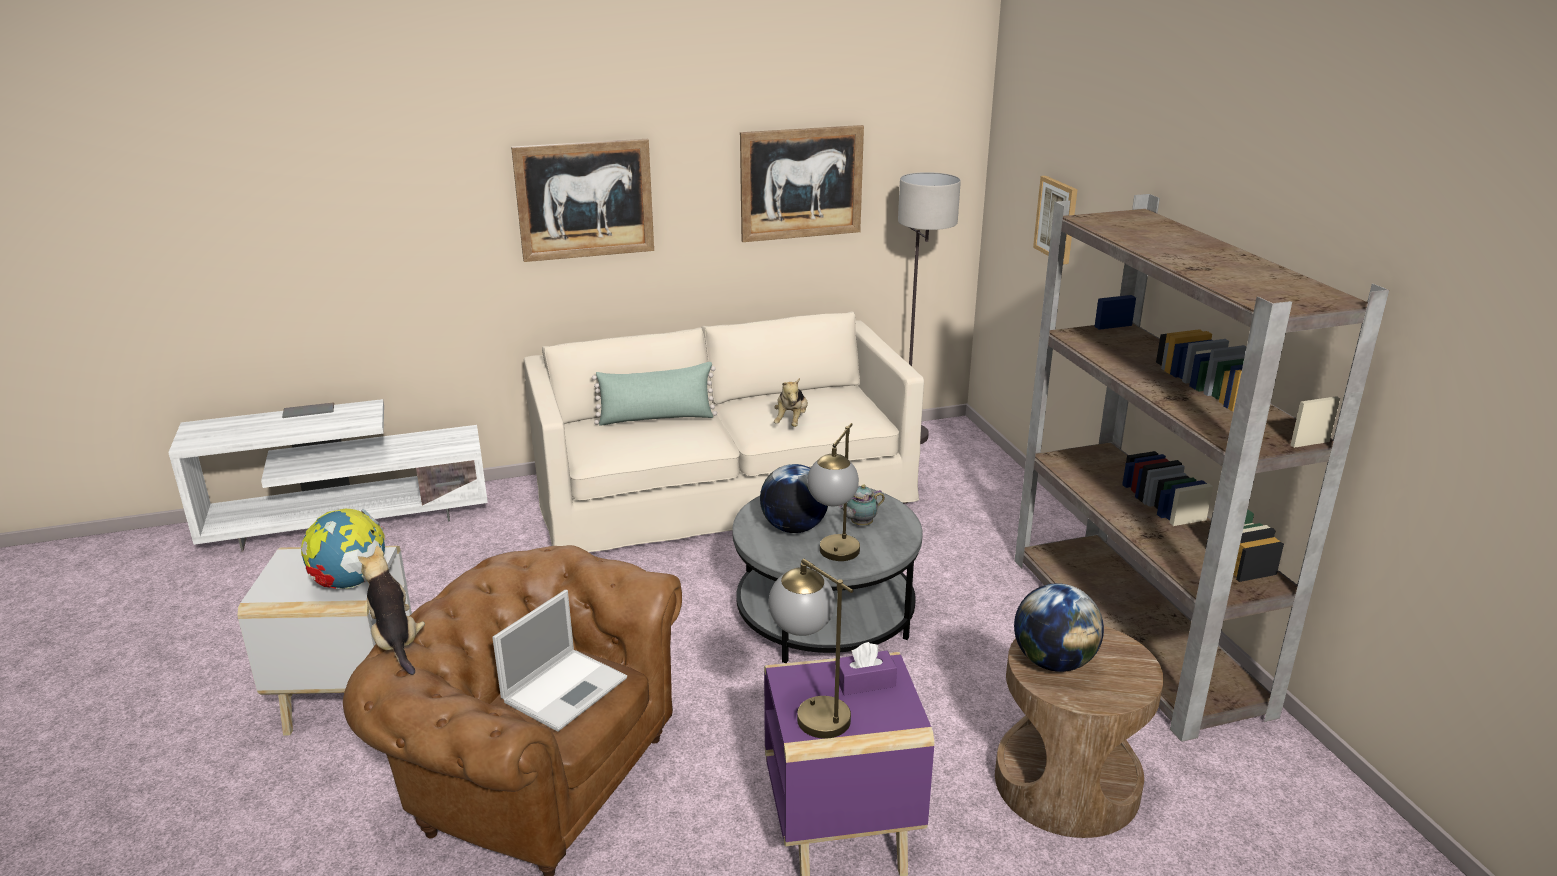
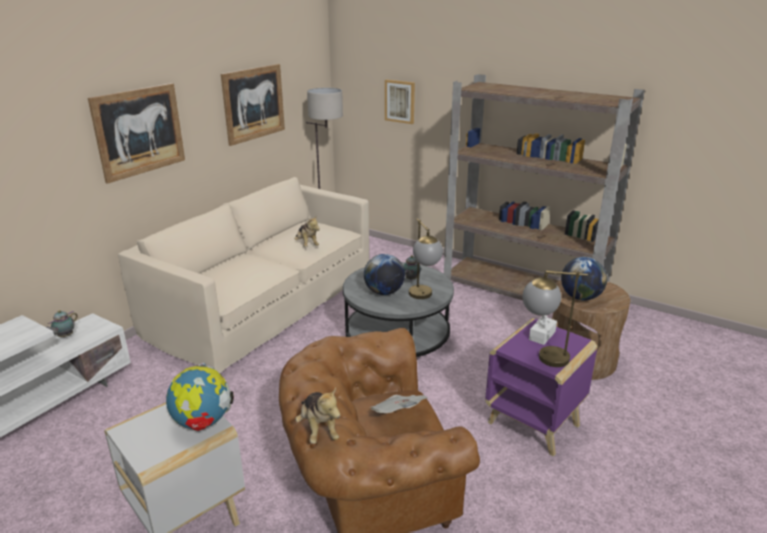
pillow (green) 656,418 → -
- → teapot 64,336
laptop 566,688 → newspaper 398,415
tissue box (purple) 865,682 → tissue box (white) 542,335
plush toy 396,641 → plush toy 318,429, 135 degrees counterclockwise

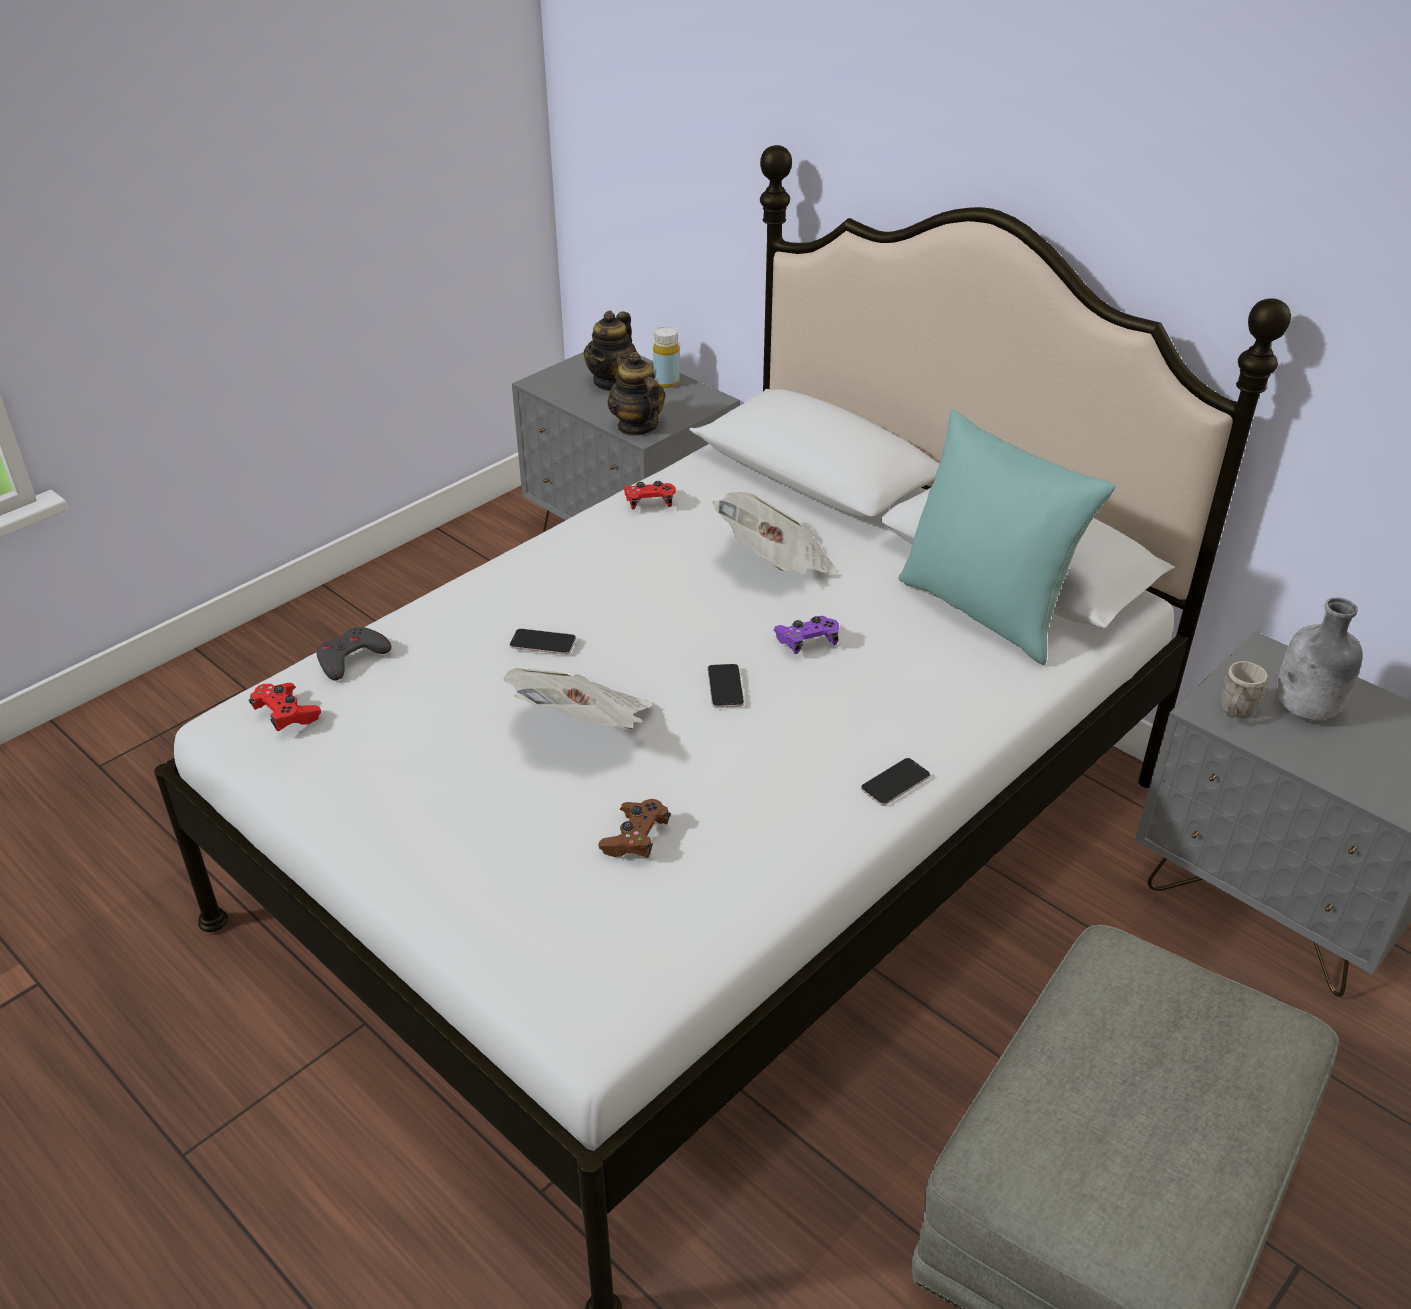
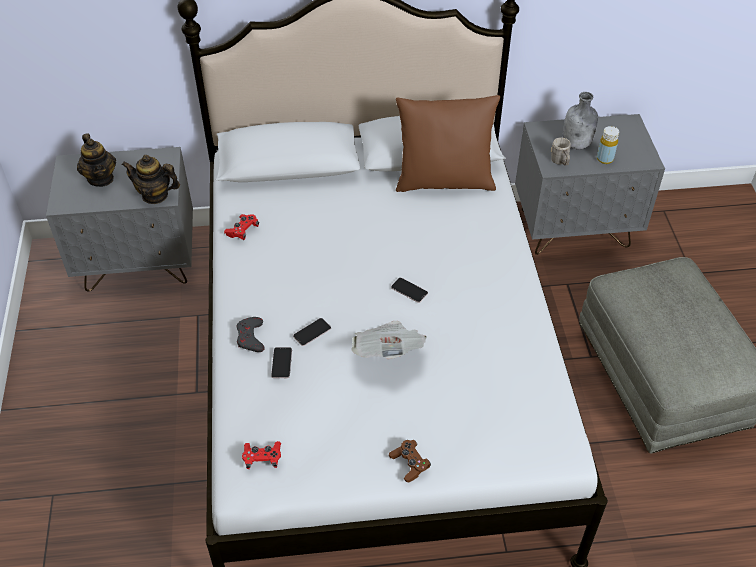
newspaper 776,563 → -
game controller (purple) 807,642 → -
game controller (grey) 351,658 → game controller (grey) 250,337, relocated
game controller (brown) 635,838 → game controller (brown) 409,464, relocated
bottle (yellow) 666,382 → bottle (yellow) 604,159, relocated
phone 895,782 → phone 281,363, relocated
pillow (turquoise) 985,610 → pillow (brown) 444,181

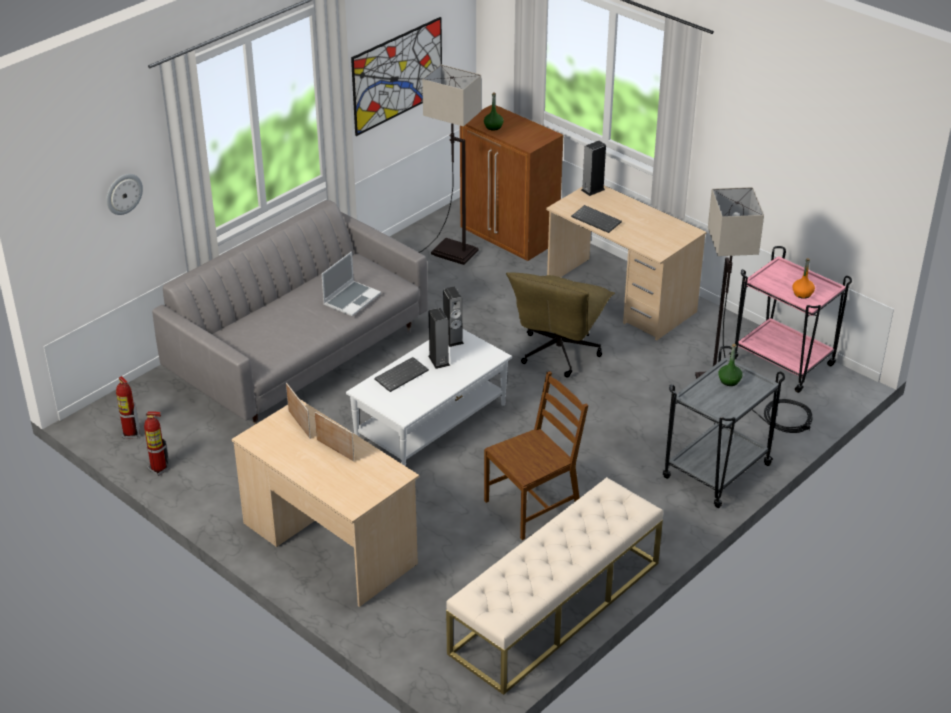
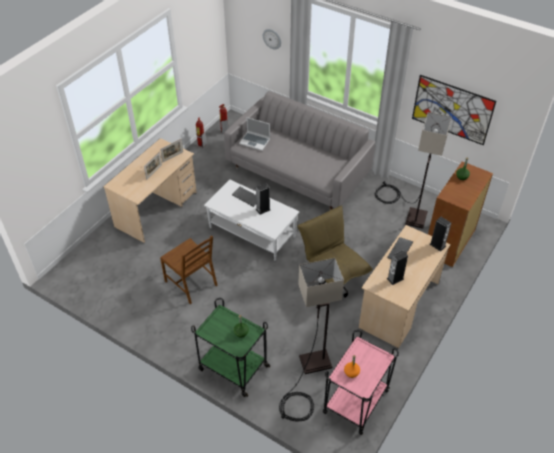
bench (beige) 555,607 → -
laptop 352,299 → laptop 255,141, relocated
speaker 453,339 → speaker 395,278, relocated
cart (grey) 715,472 → cart (green) 233,367
office chair (beige) 559,351 → office chair (beige) 332,279, 45 degrees clockwise

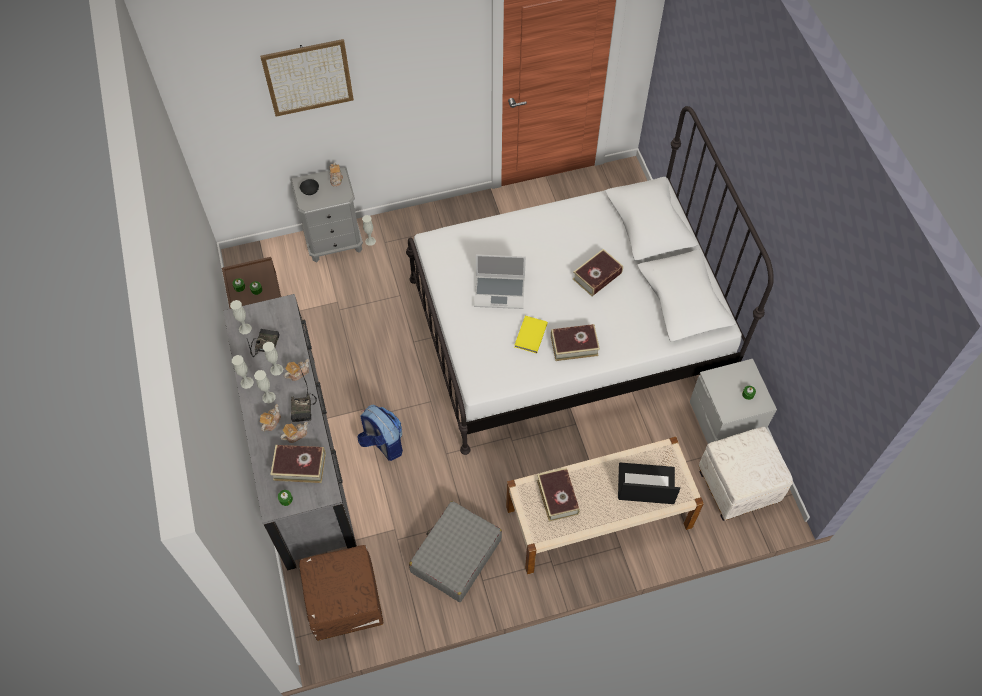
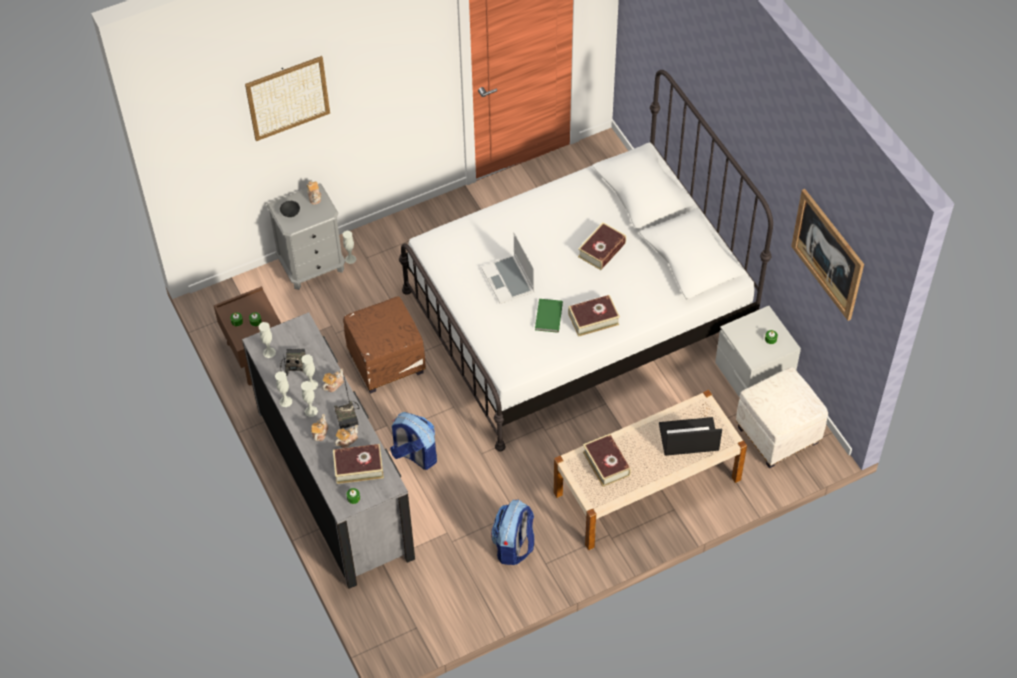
- → picture 828,254
ottoman (brown) 346,603 → ottoman (brown) 387,362, relocated
suitcase (grey) 455,556 → backpack 514,546
book (yellow) 529,335 → book (green) 547,317
laptop 500,292 → laptop 509,280, 75 degrees clockwise

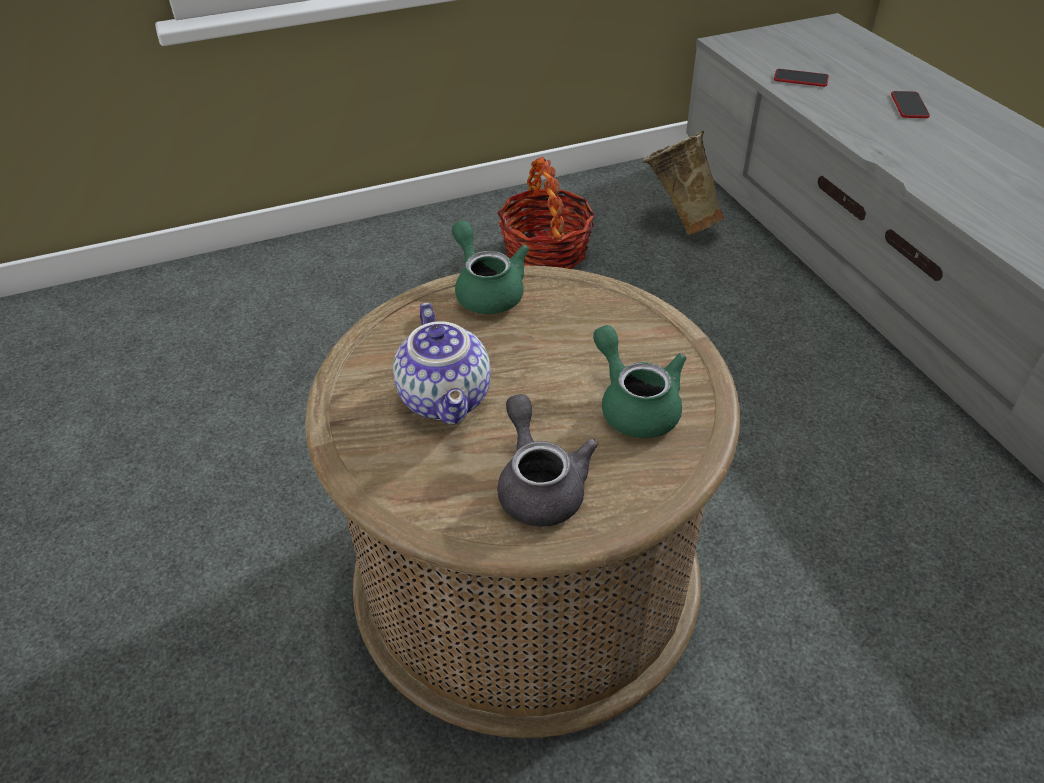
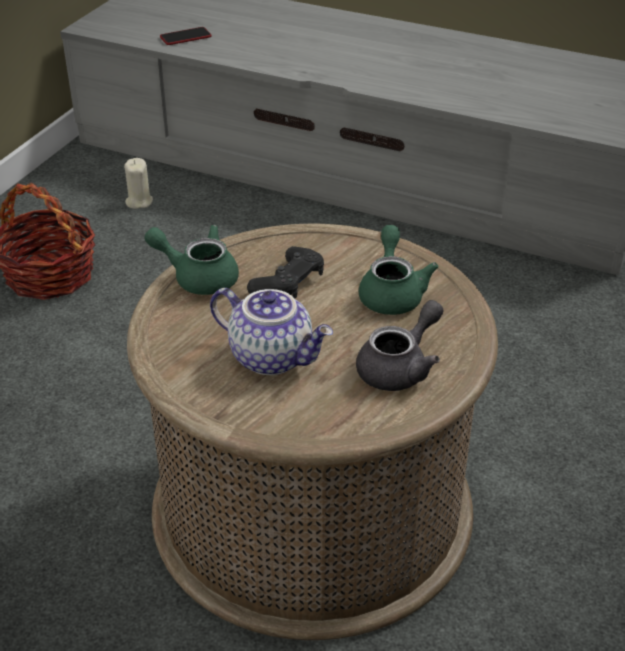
phone 909,106 → -
- → game controller (black) 288,283
vase (beige) 678,224 → candle (beige) 139,201
teapot (grey) 539,485 → teapot (grey) 400,368, 105 degrees clockwise
teapot (green) 635,405 → teapot (green) 392,292, 75 degrees clockwise

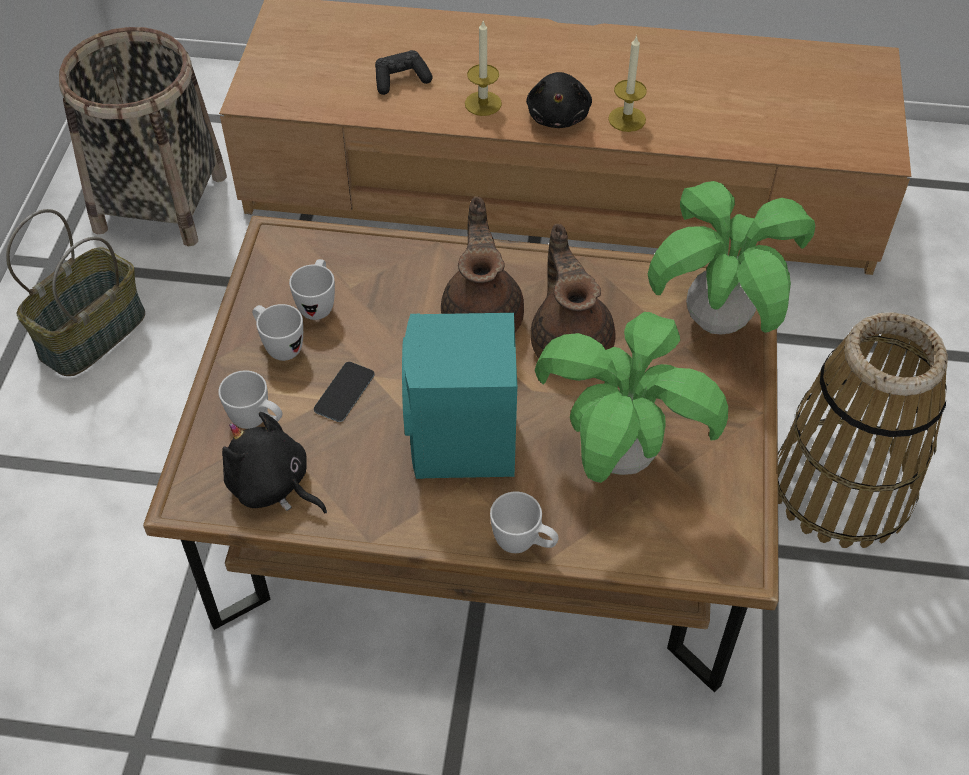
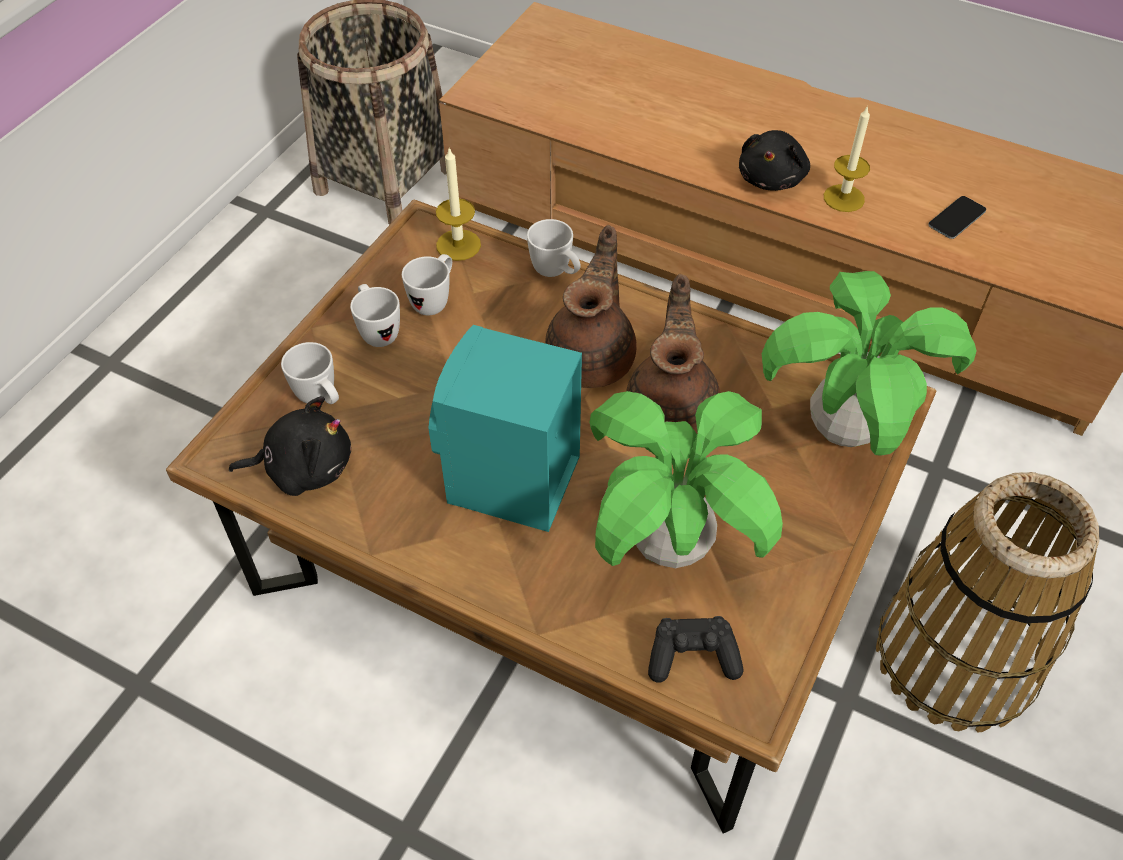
basket 92,333 → -
phone 344,392 → phone 957,218, relocated
game controller (black) 401,80 → game controller (black) 692,657, relocated
candle 483,103 → candle 458,245, relocated
mug (white) 524,544 → mug (white) 556,273, relocated
plush toy (black) 272,486 → plush toy (black) 304,468, 120 degrees clockwise

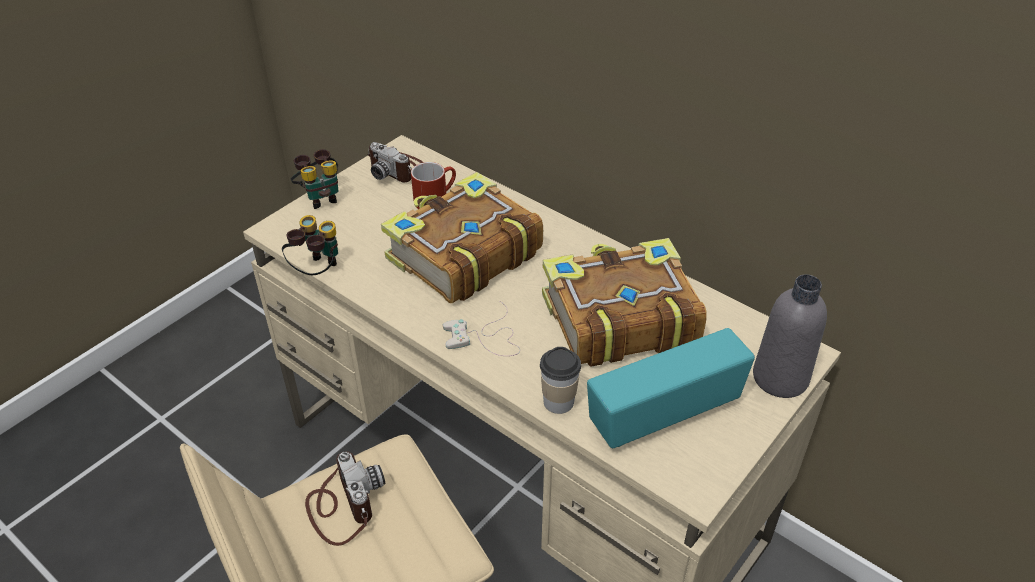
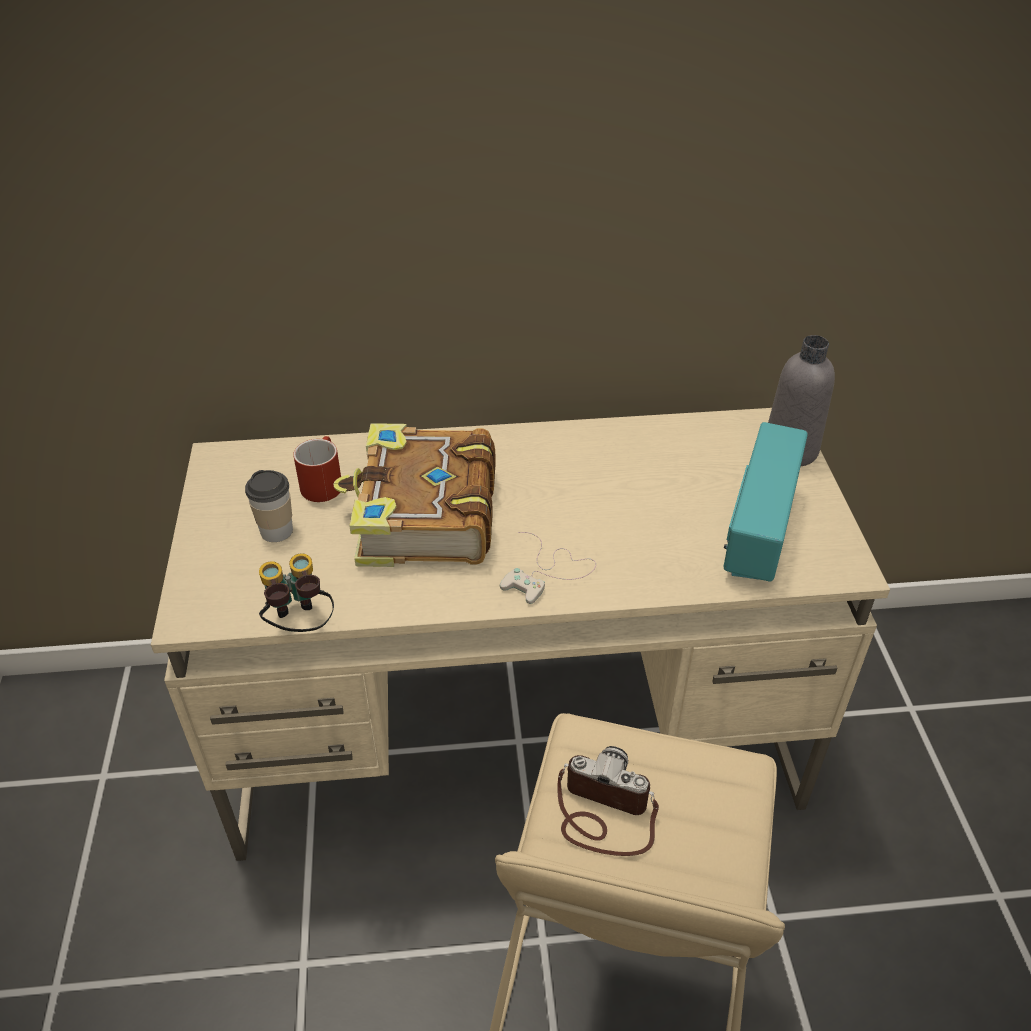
binoculars 321,197 → -
photo camera 397,169 → -
book 617,318 → -
cup 558,402 → cup 276,531, relocated

